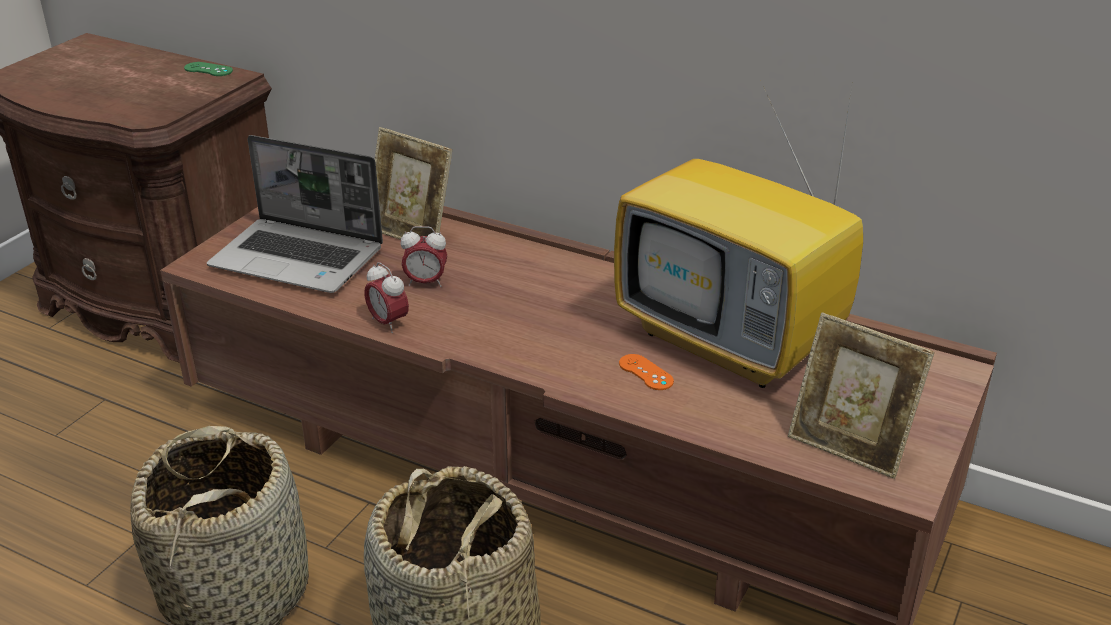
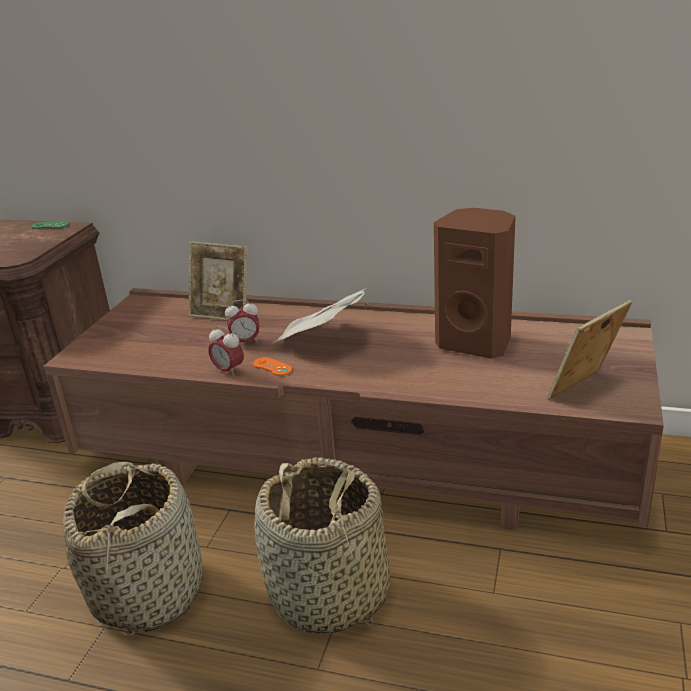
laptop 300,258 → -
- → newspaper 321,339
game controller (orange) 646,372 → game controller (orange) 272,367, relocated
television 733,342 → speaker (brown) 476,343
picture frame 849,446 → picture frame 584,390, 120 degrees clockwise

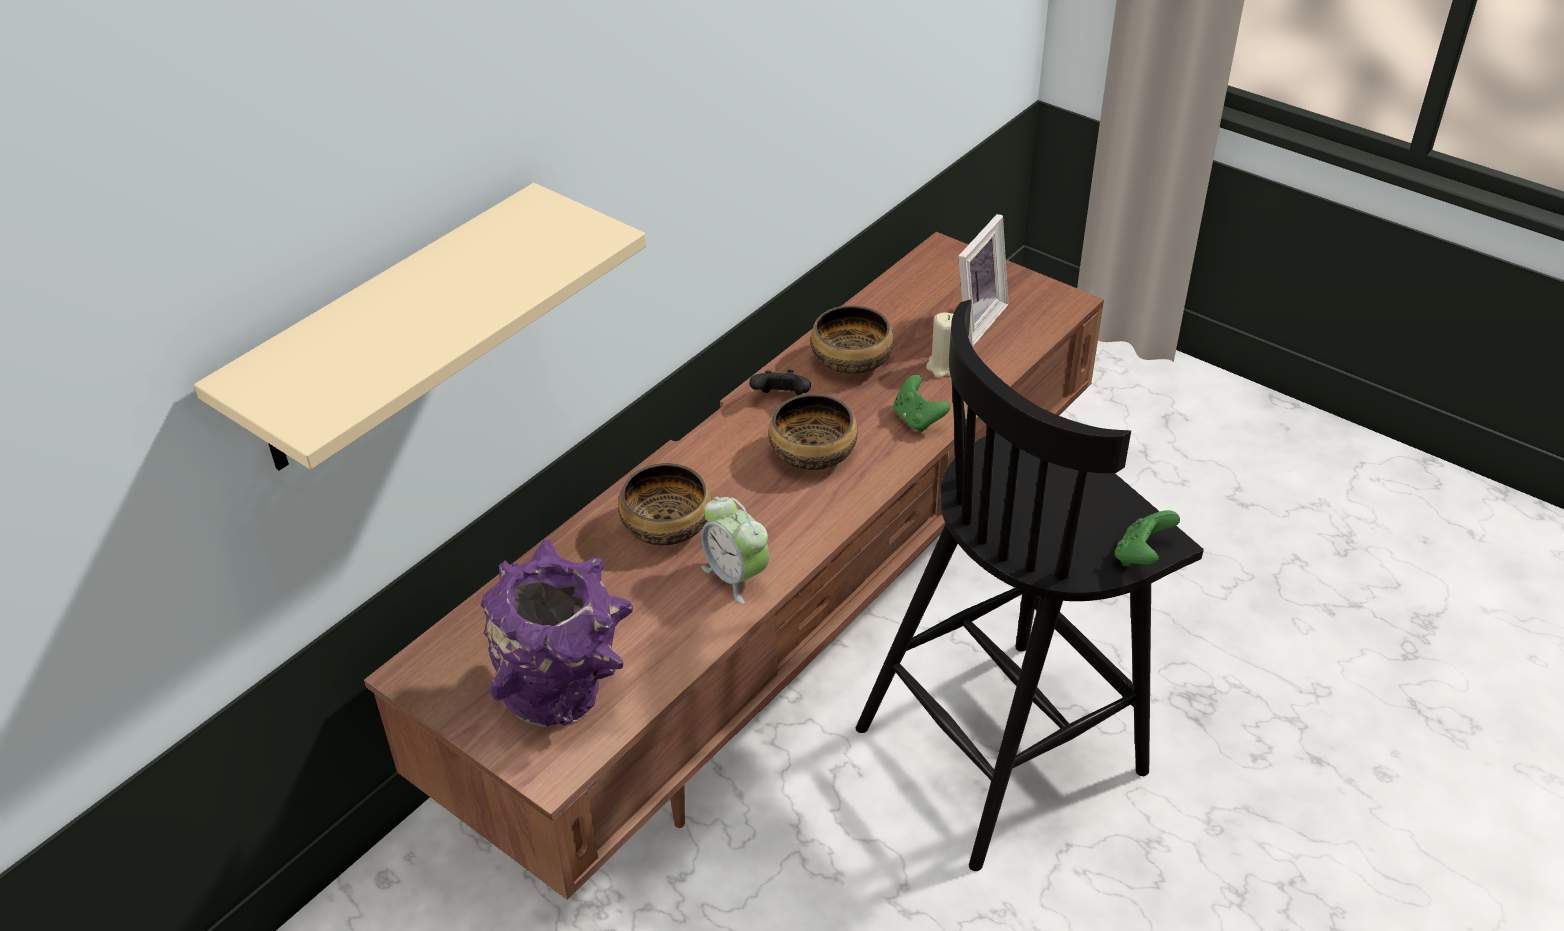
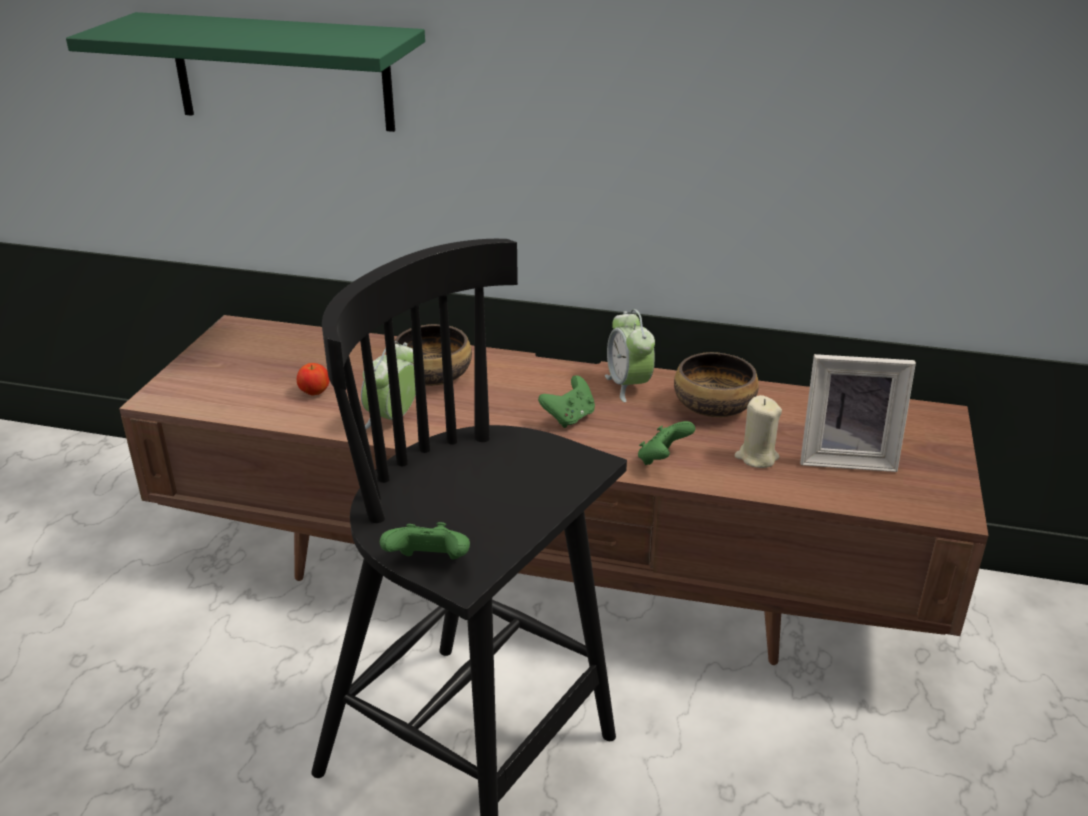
vase (purple) 565,692 → -
- → apple 314,393
game controller (black) 781,398 → alarm clock 628,386
bowl 814,453 → game controller (green) 569,418
shelf (beige) 390,331 → shelf (green) 282,72

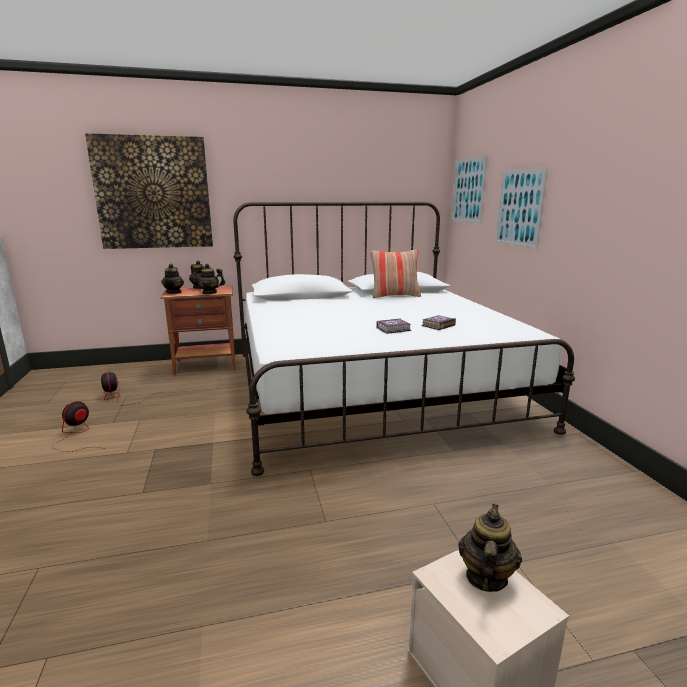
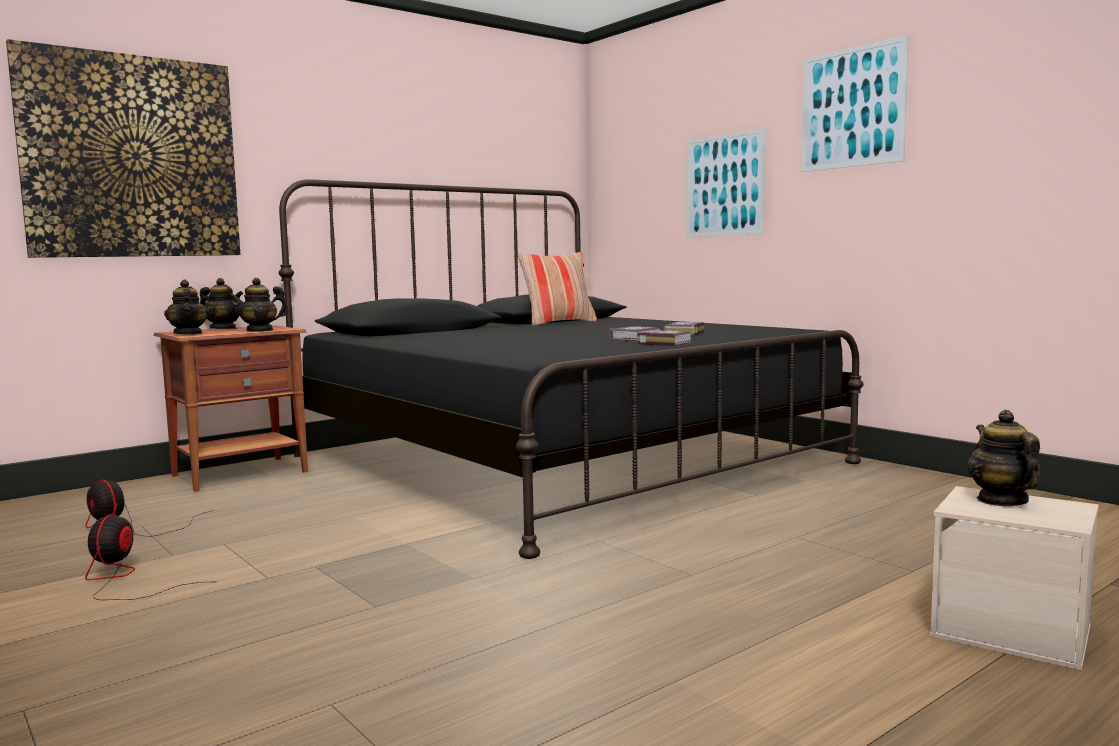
- → book 664,343
picture 468,190 → picture 852,107, relocated
bed (white) 371,387 → bed (black) 562,459

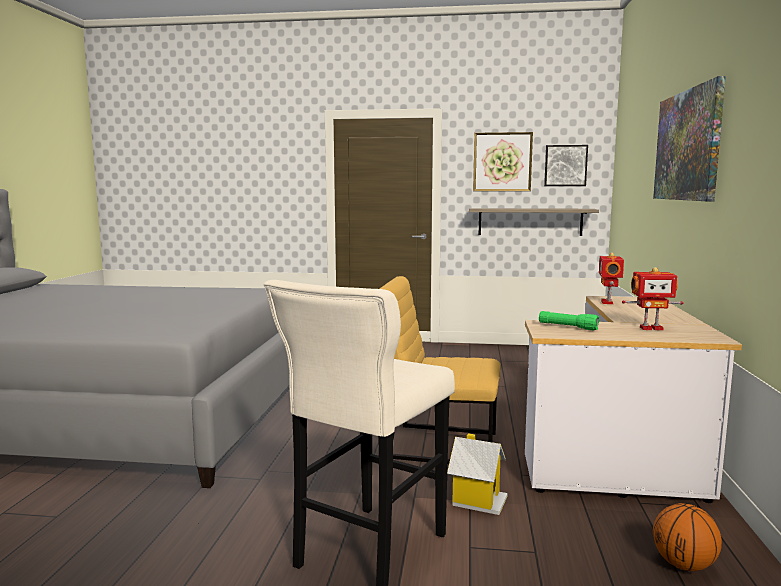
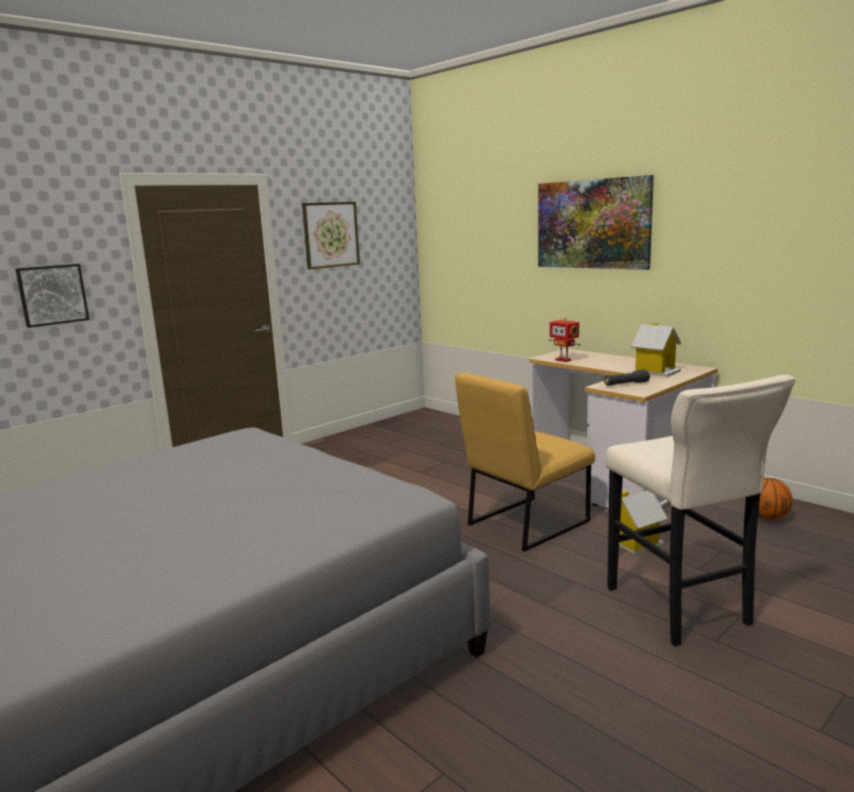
shelf 530,221 → -
picture 565,165 → picture 52,294, relocated
toy robot 650,328 → toy house 656,371
flashlight (green) 567,327 → flashlight (black) 626,384

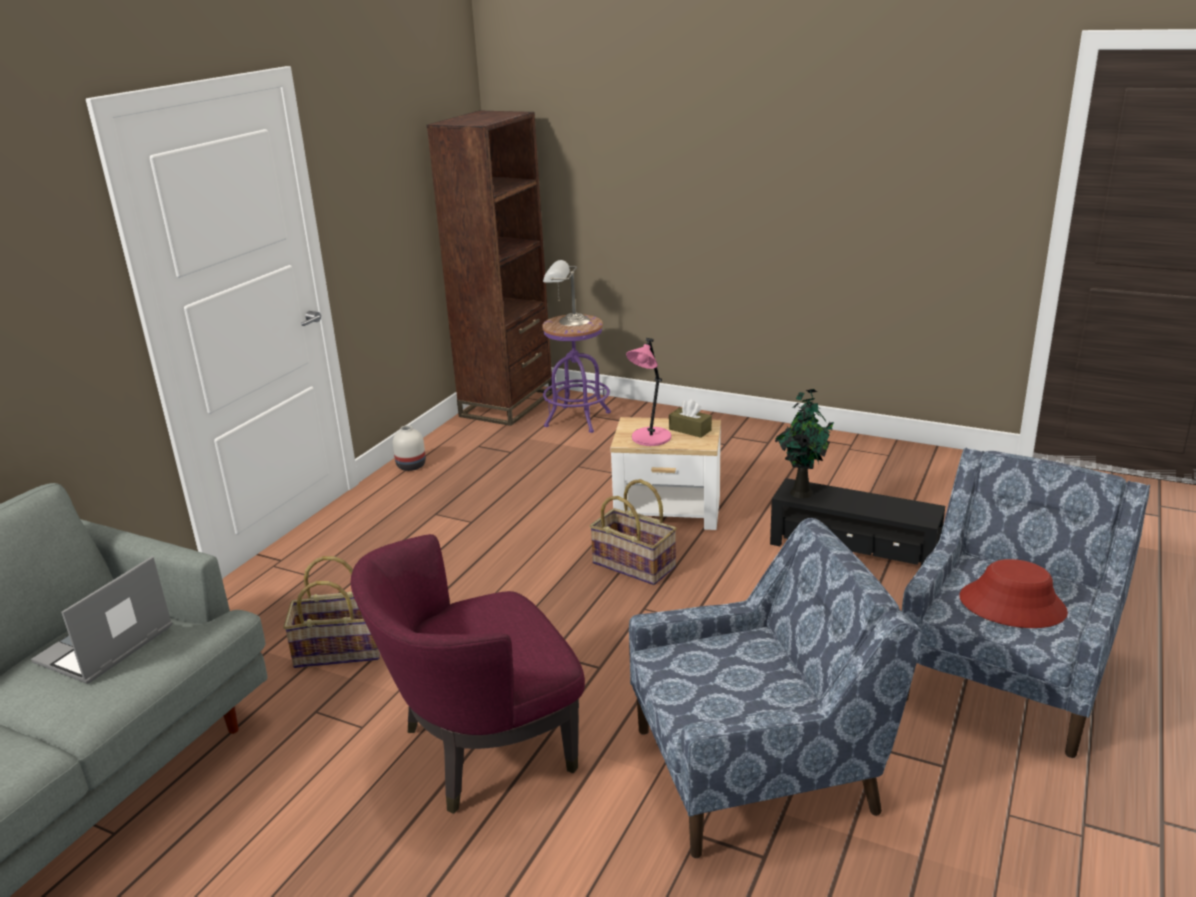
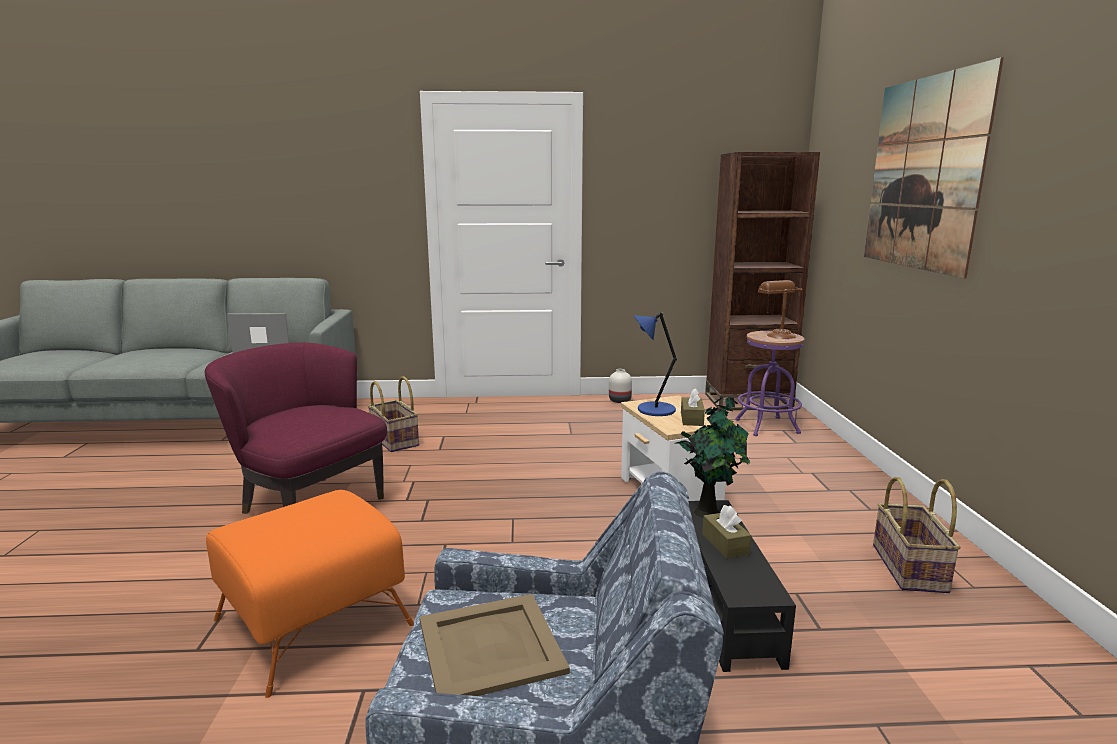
- → tissue box (brown) 725,544
- → picture 924,174
basket 635,565 → basket 910,568, relocated
armchair (blue) 758,770 → ottoman (orange) 312,622
hat (red) 1012,605 → tray (beige) 492,646
table lamp (white) 567,321 → table lamp (brown) 776,334
table lamp (pink) 650,438 → table lamp (blue) 653,410

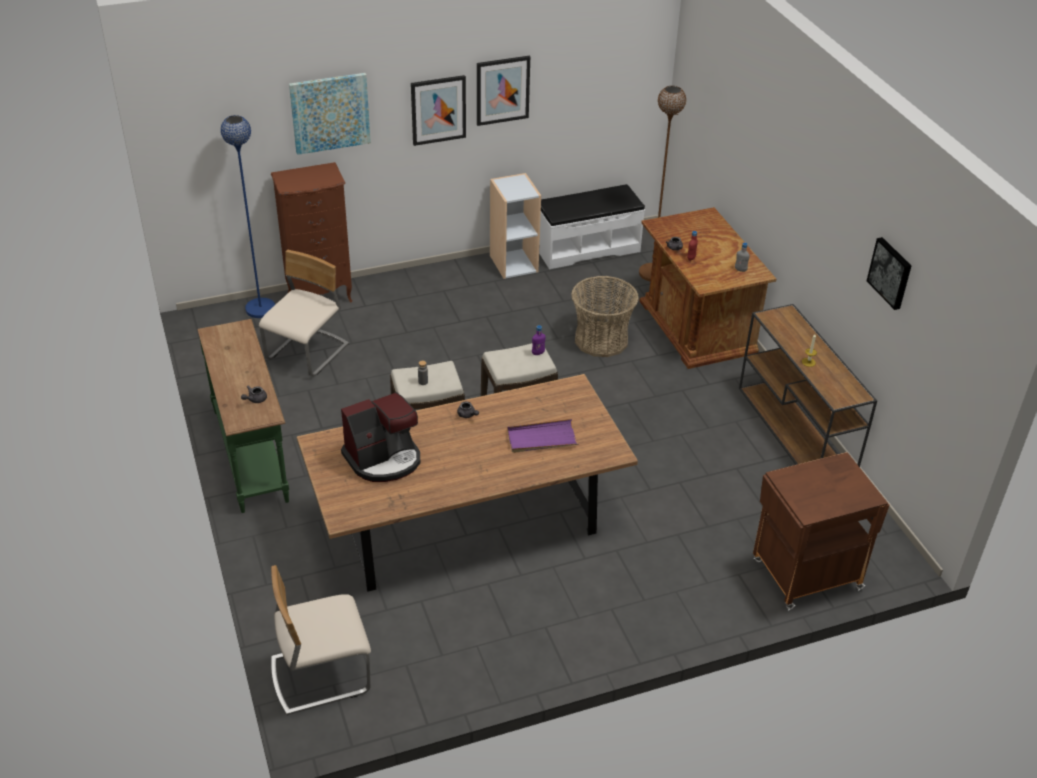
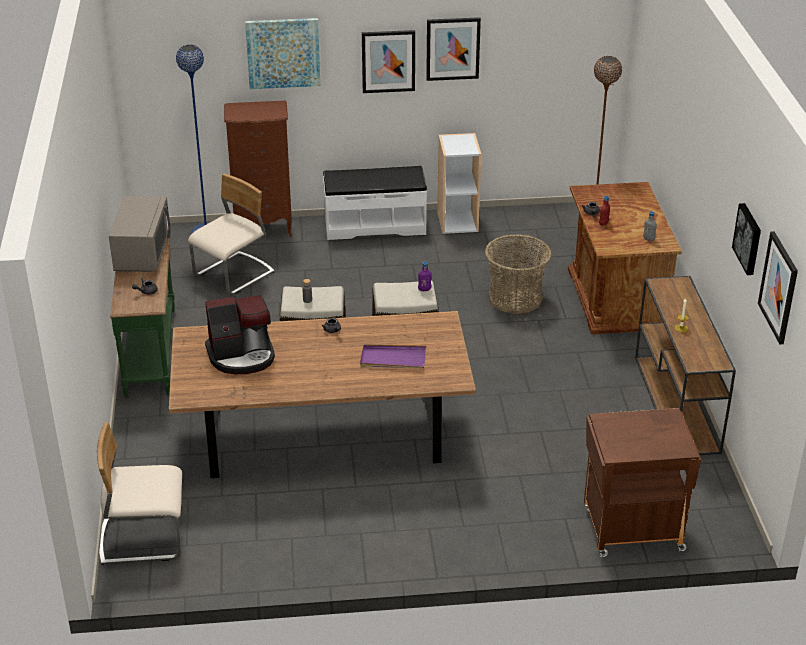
- → microwave (grey) 142,253
- → picture 779,287
bench (white) 586,248 → bench (white) 375,225, relocated

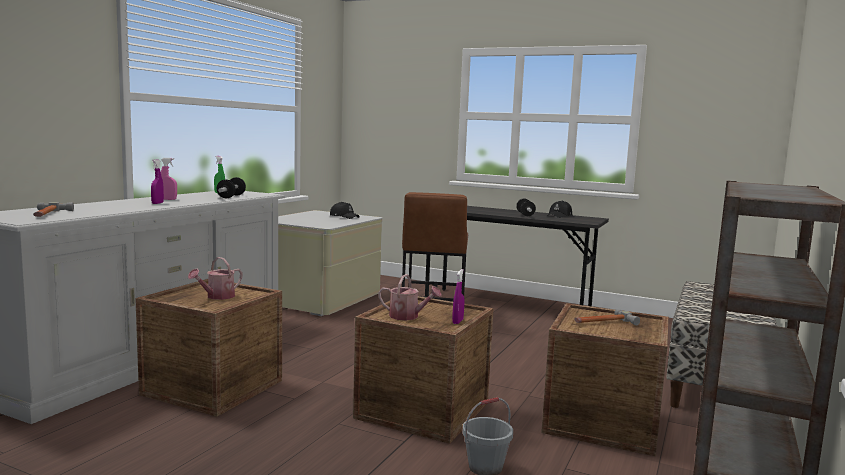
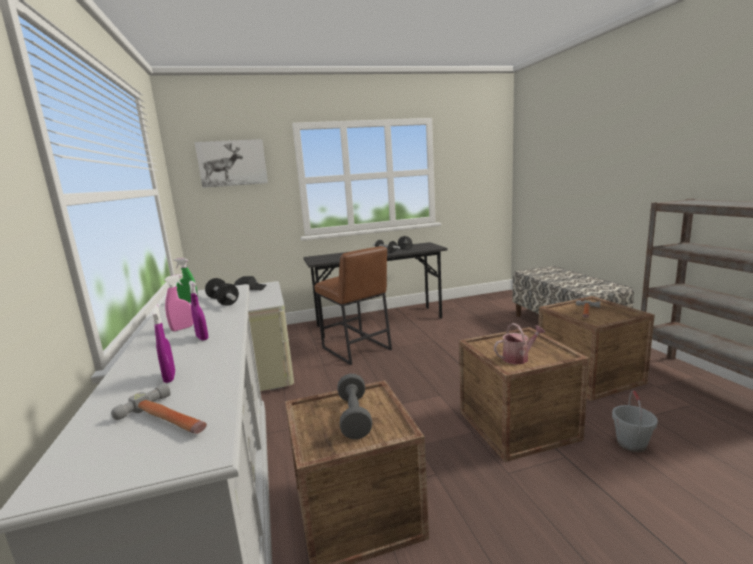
- → picture 232,163
spray bottle (purple) 457,321 → spray bottle (purple) 169,377, relocated
watering can 217,297 → dumbbell (grey) 354,417

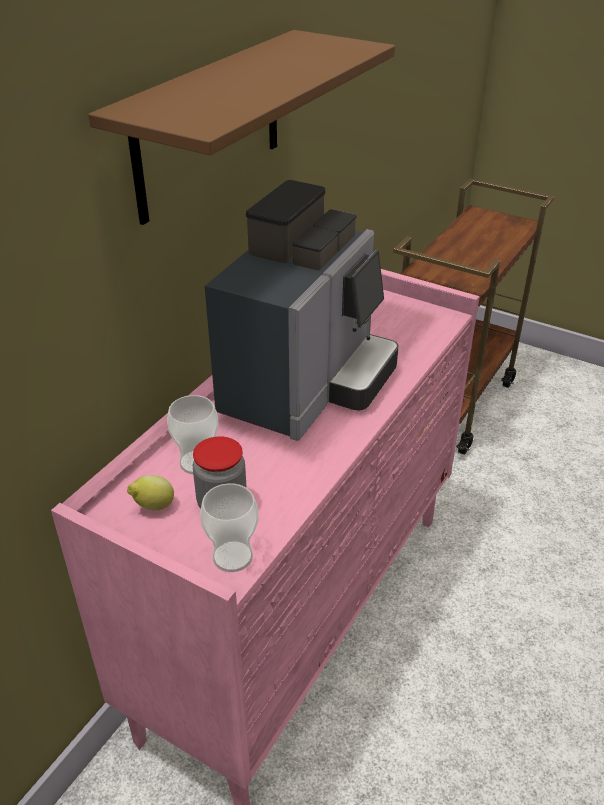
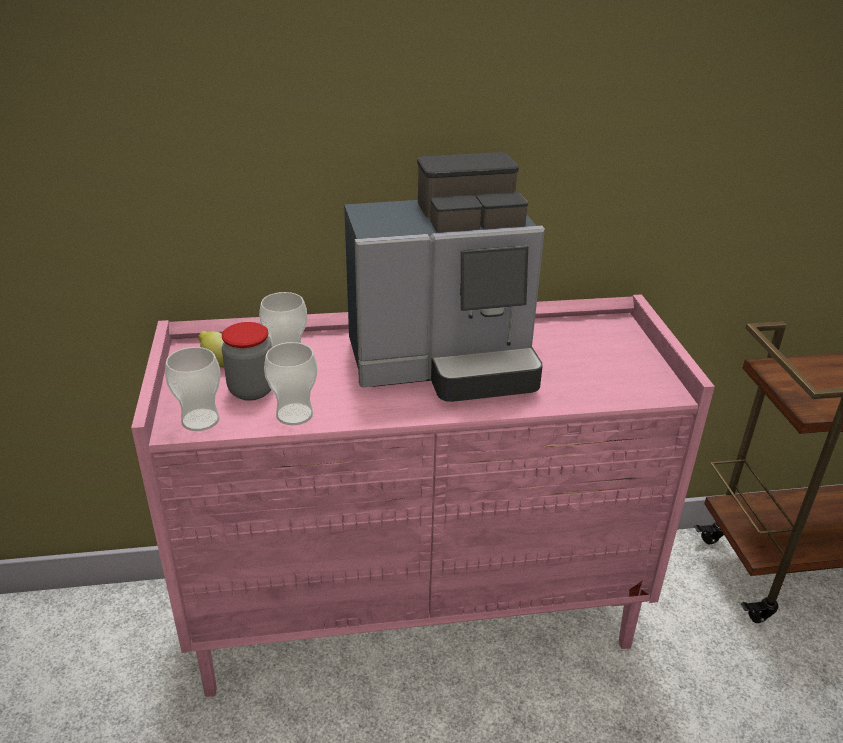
shelf (brown) 209,125 → -
- → cup 294,414

